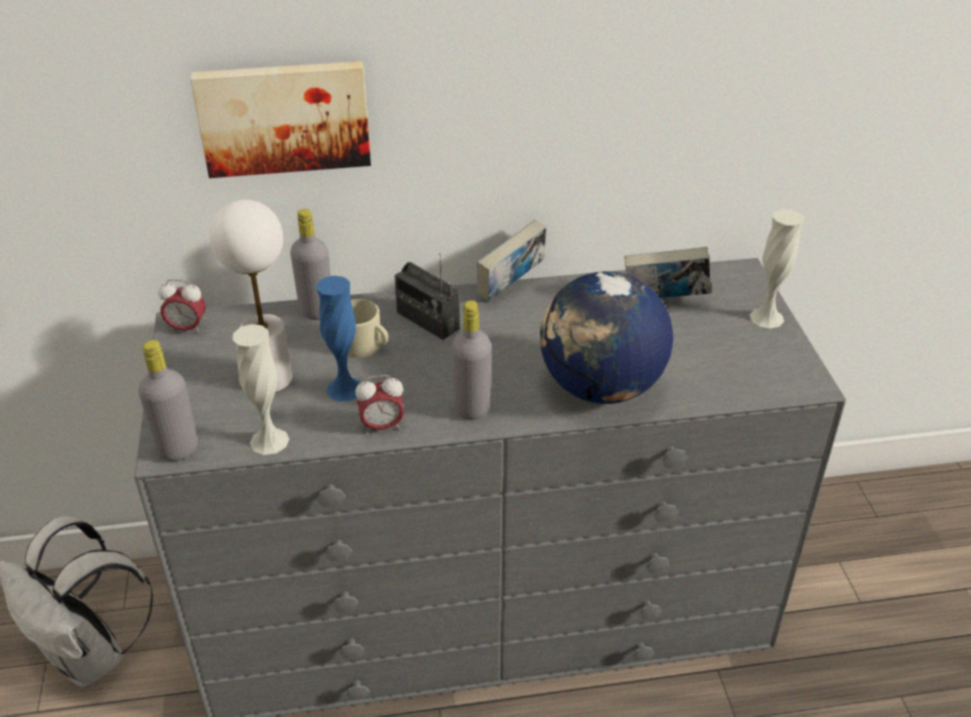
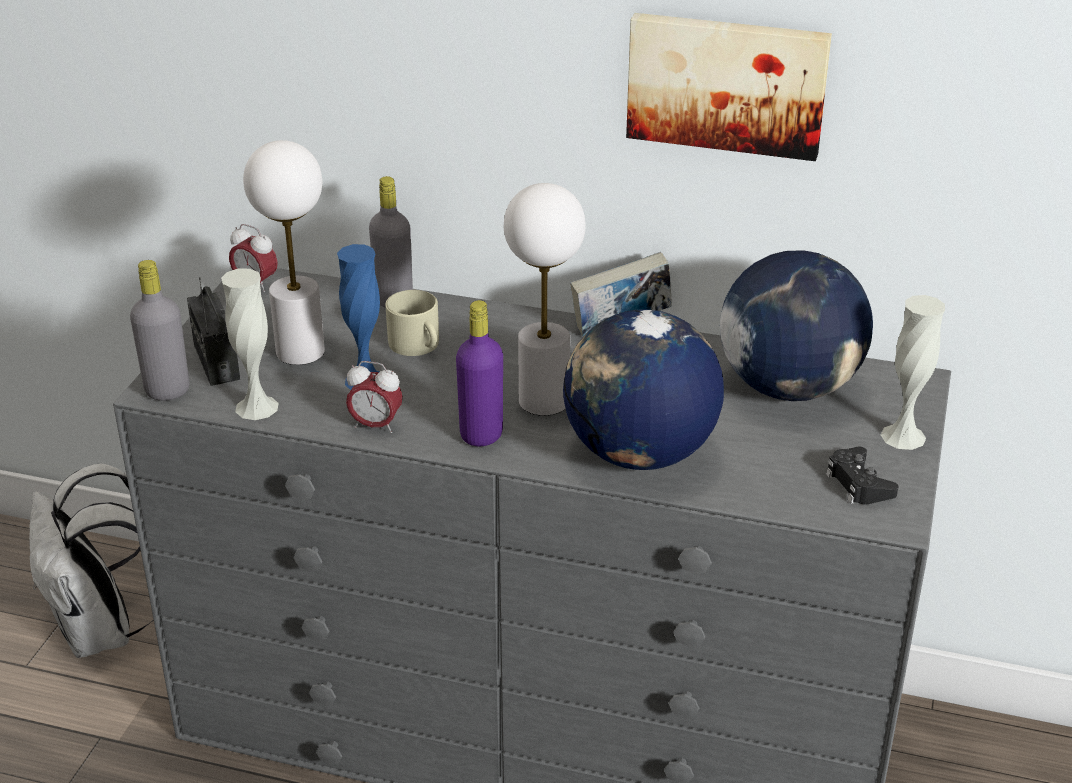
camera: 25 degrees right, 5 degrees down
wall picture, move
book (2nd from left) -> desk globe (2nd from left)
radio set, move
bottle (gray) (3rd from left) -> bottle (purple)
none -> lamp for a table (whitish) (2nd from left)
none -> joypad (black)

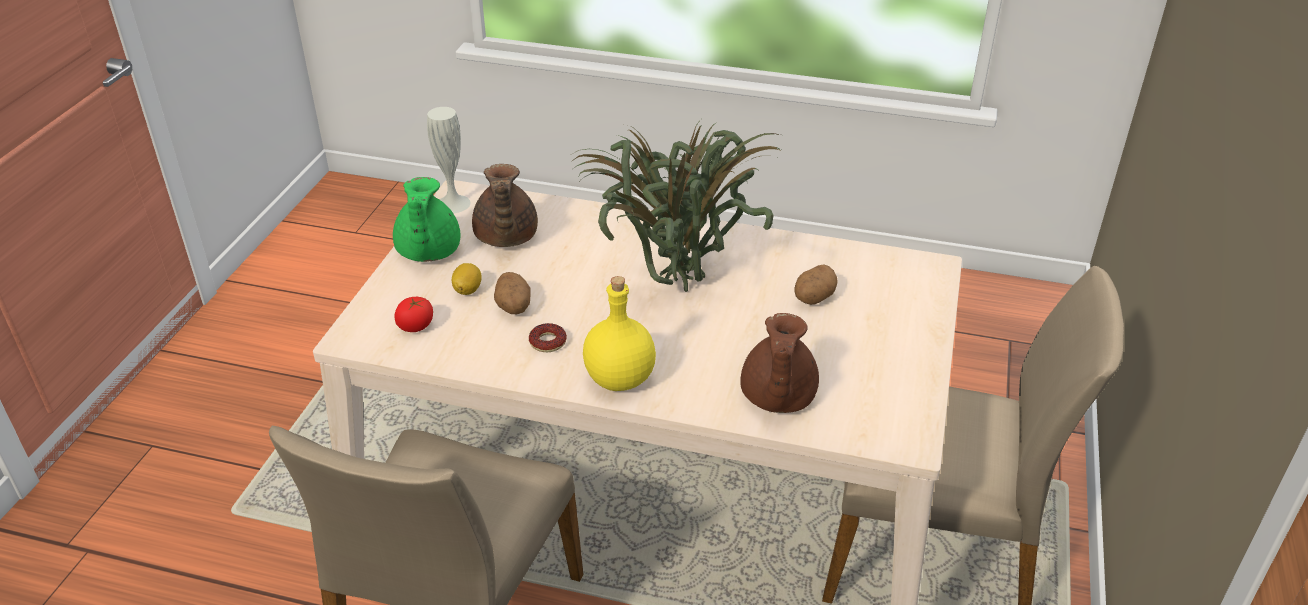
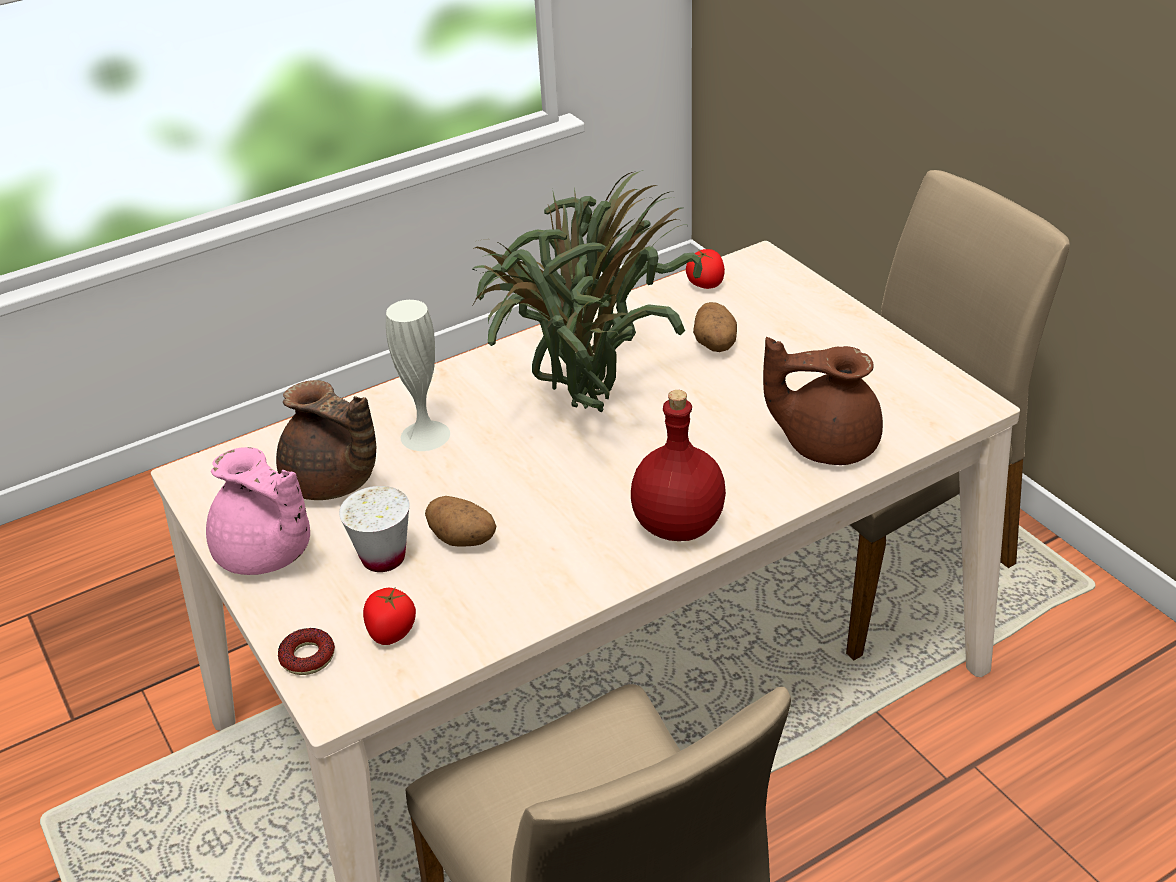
camera: 45 degrees left, 0 degrees up
vase (whitish), move
teapot (green-coloured) -> teapot (pink-coloured)
whole lemon -> drinking cup (whitish)
bottle (yellow-coloured) -> bottle (reddish)
teapot (brownish) (2nd from left), 135 degrees clockwise
doughnut, move
none -> whole tomato (2nd from left)

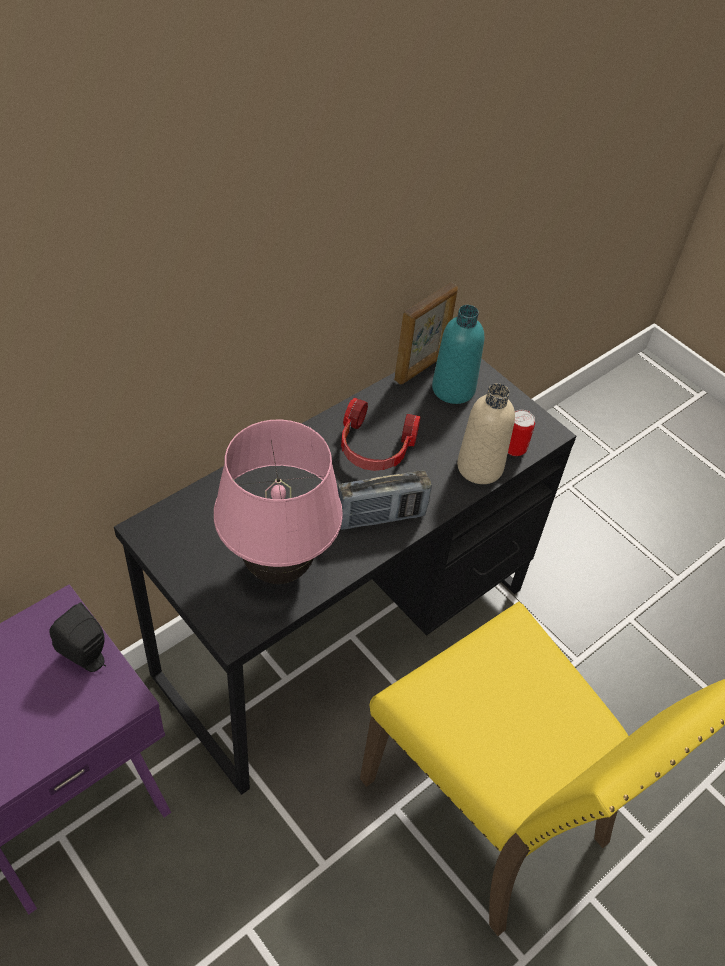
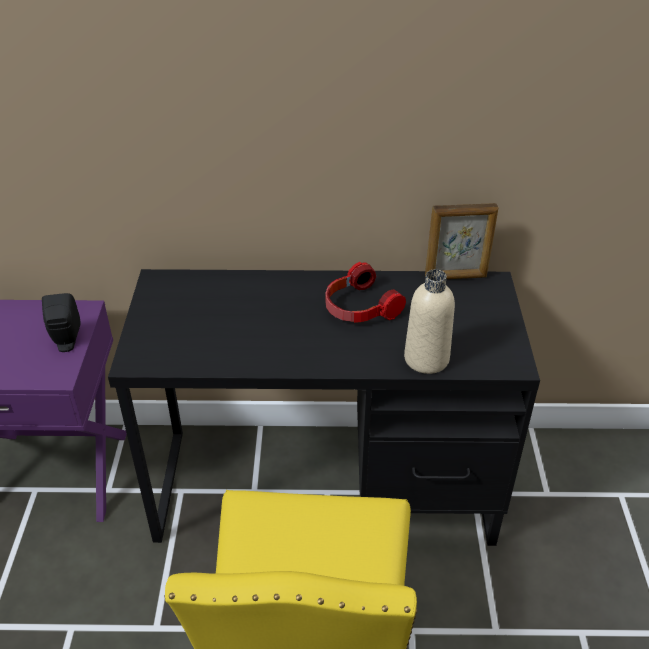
camera: 45 degrees right, 10 degrees down
bottle (blue-green) -> none
metal can -> none
lamp for a table (pink-coloured) -> none
radio set -> none

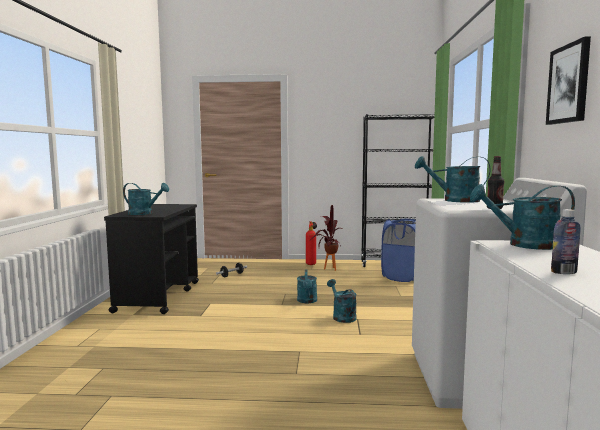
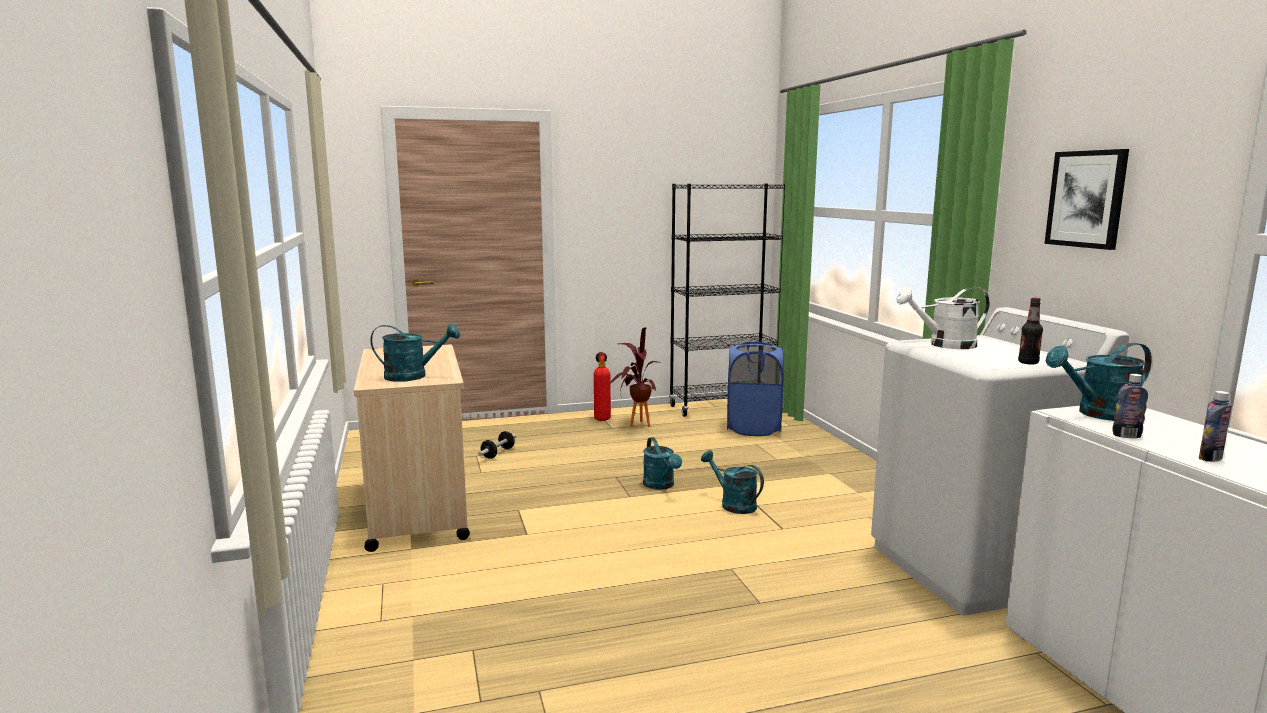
camera: 20 degrees left, 5 degrees up
sprinkling can (blue-green) (4th from left) -> sprinkling can (whitish)
cart (black) -> cart (sand-coloured)
none -> bottle (2nd from left)

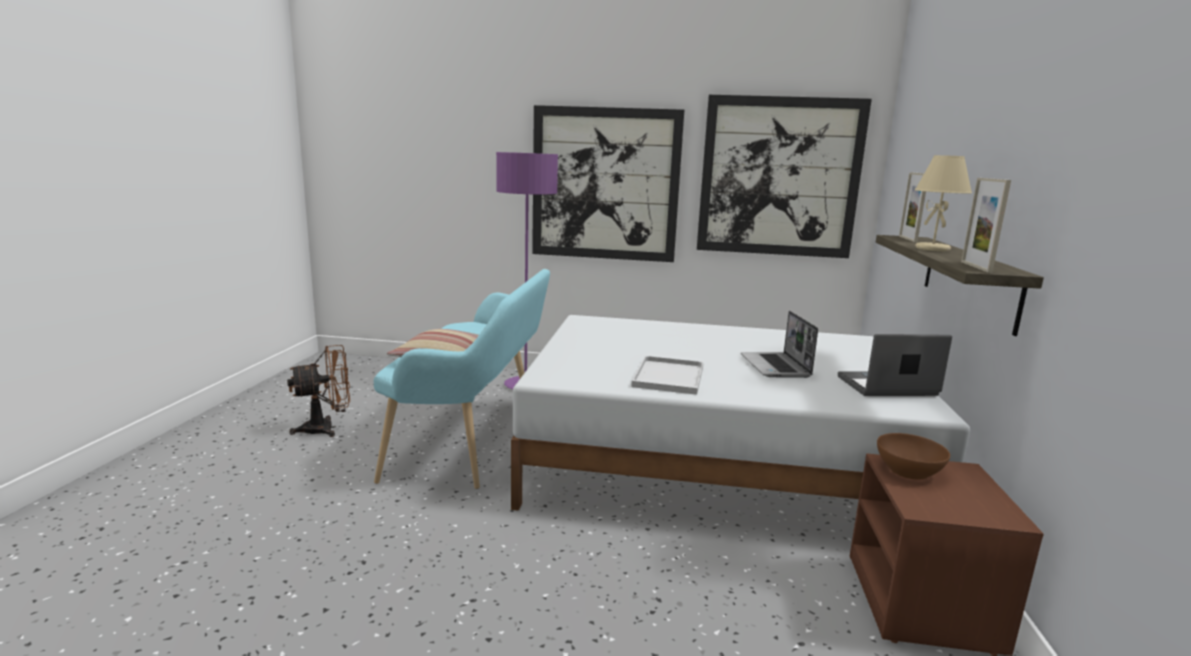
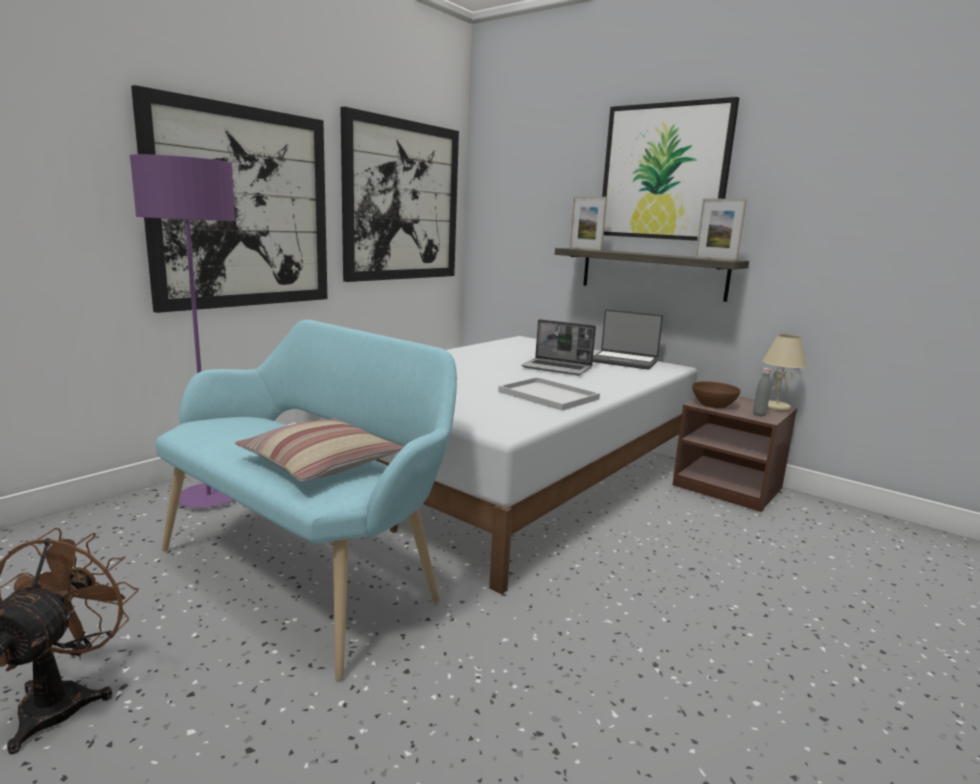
camera: 60 degrees left, 0 degrees up
lamp for a table (sand-coloured), move
notebook computer (2nd from left), 90 degrees counterclockwise
none -> wall picture (3rd from left)
none -> bottle (gray)

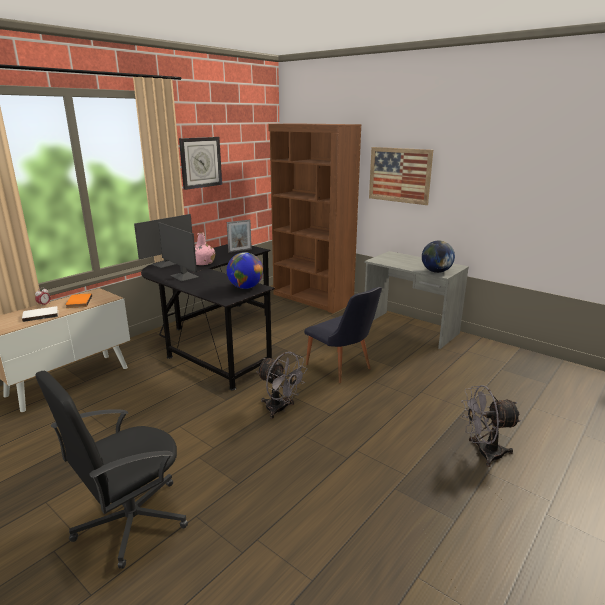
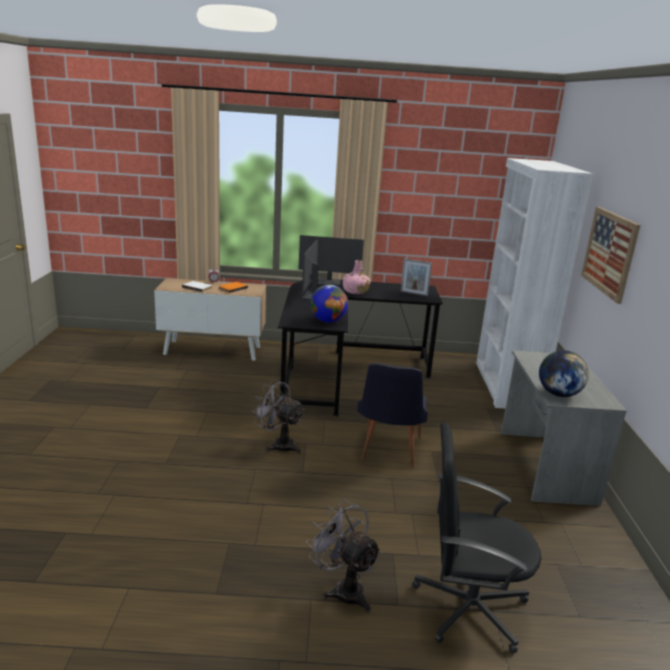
camera: 50 degrees right, 0 degrees up
bookshelf (brownish) -> bookshelf (whitish)
clock on the wall -> none
electric fan (gray) (1st from left), 120 degrees clockwise
computer chair (black), move

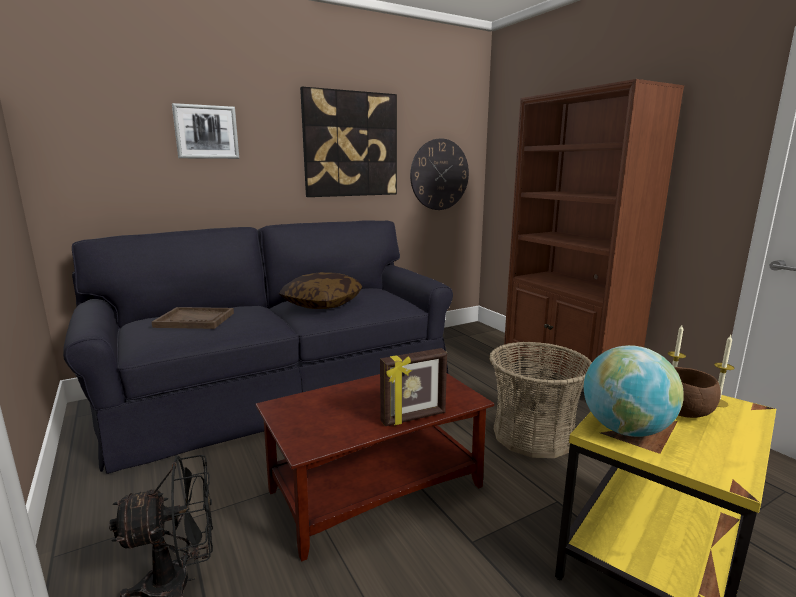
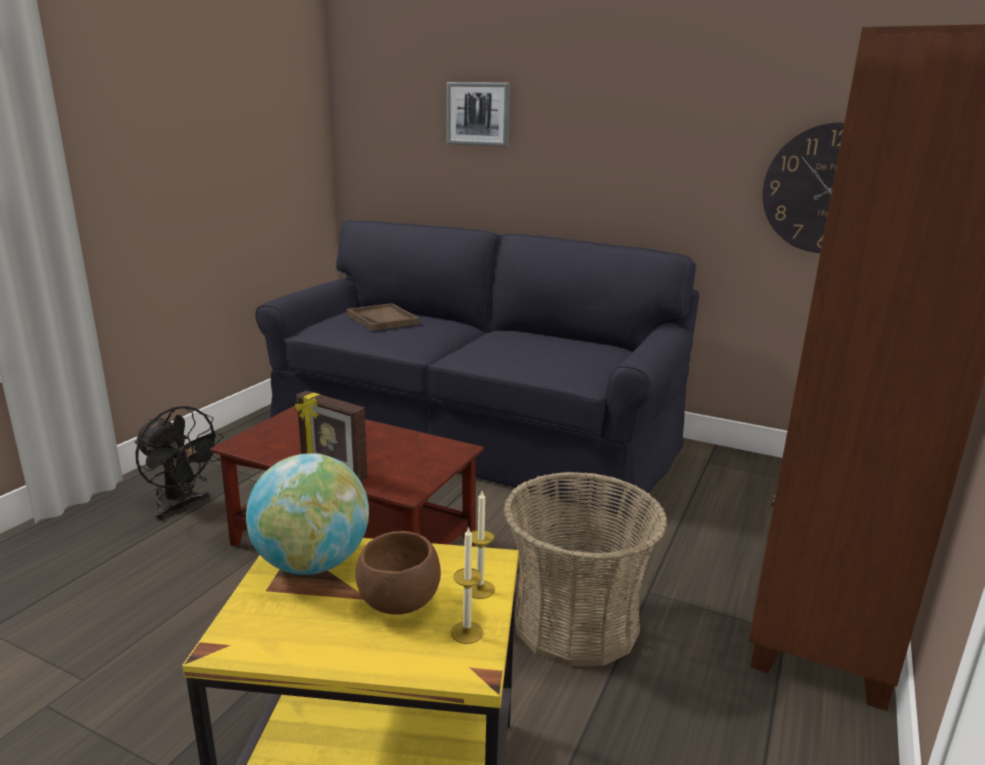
camera: 55 degrees right, 5 degrees up
wall picture (2nd from left) -> none
cushion -> none

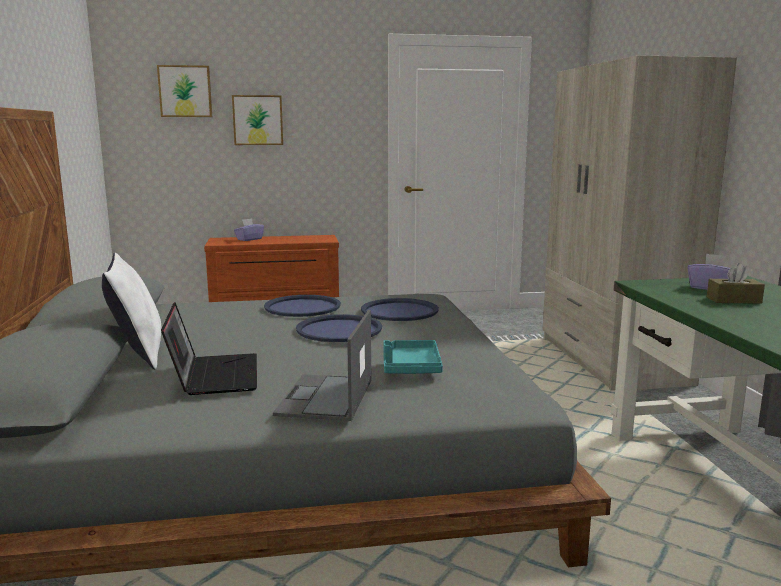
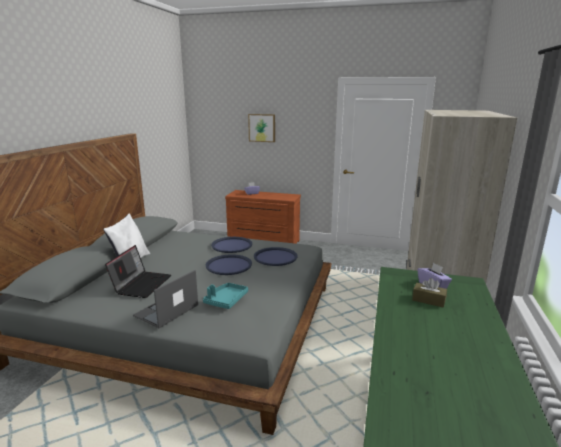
camera: 25 degrees right, 5 degrees up
wall picture (1st from left) -> none

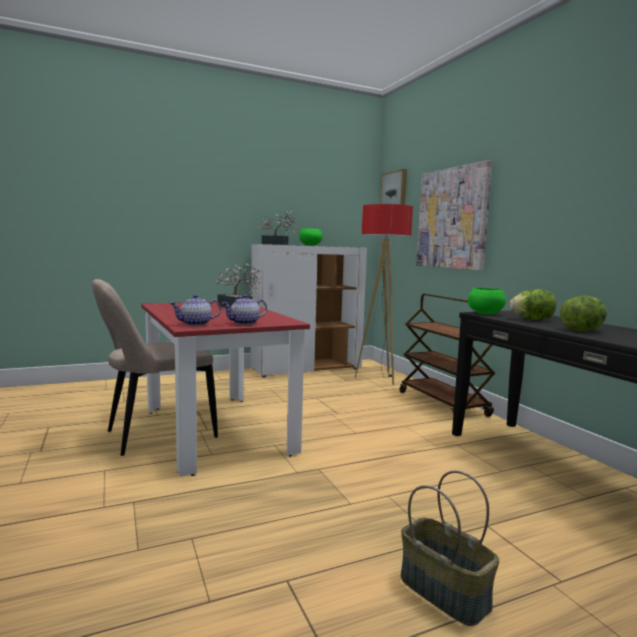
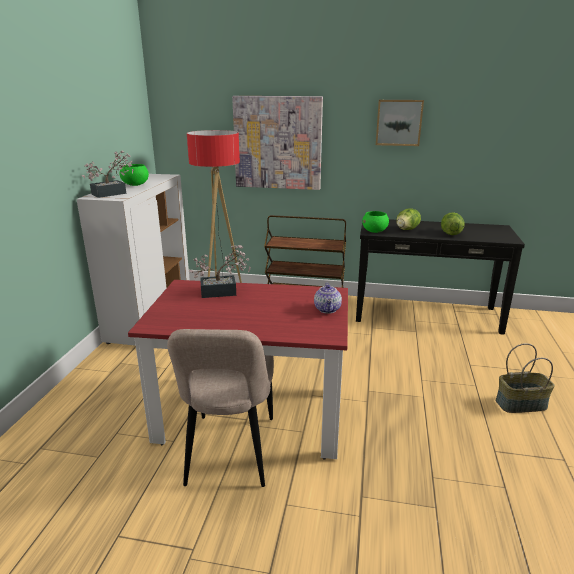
camera: 55 degrees left, 15 degrees up
wall picture (1st from left in the first image) -> wall picture (2nd from left), move
teapot (1st from left) -> none

